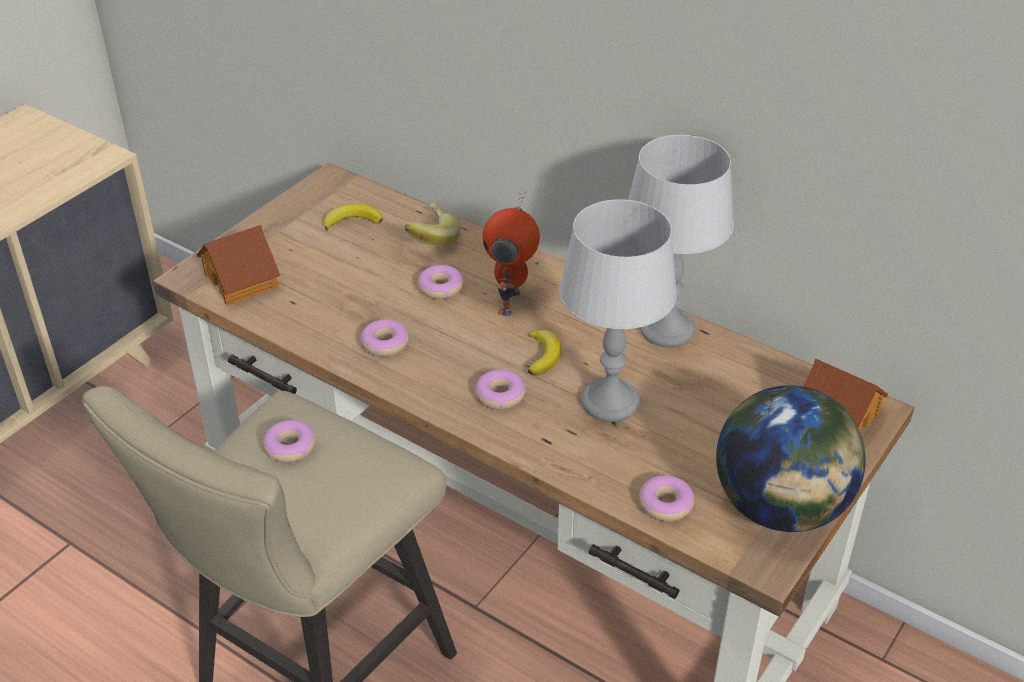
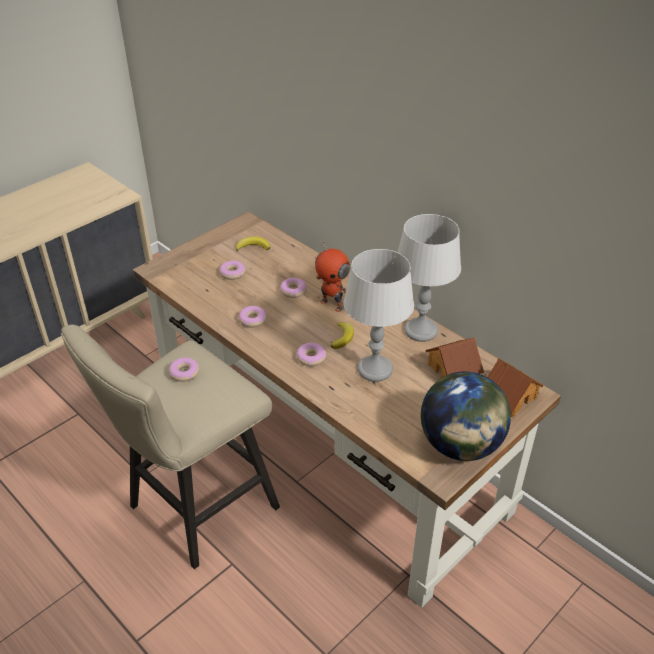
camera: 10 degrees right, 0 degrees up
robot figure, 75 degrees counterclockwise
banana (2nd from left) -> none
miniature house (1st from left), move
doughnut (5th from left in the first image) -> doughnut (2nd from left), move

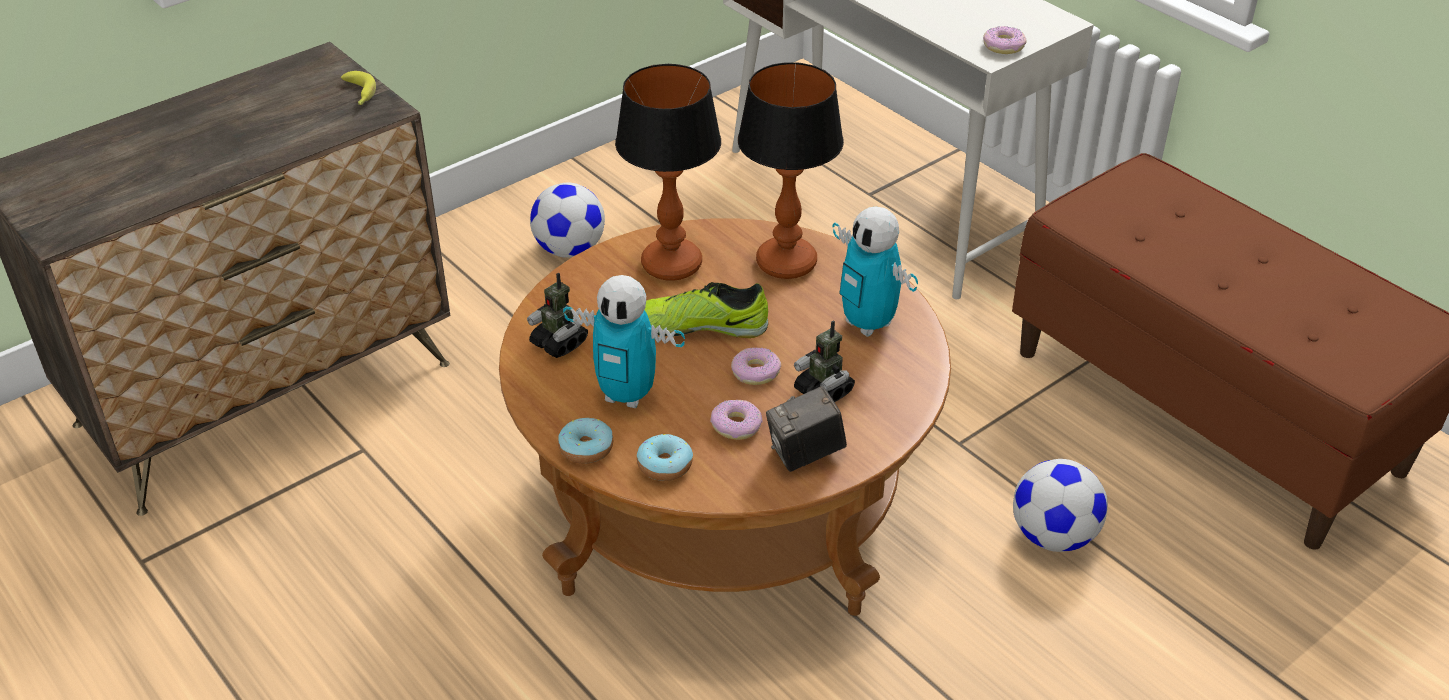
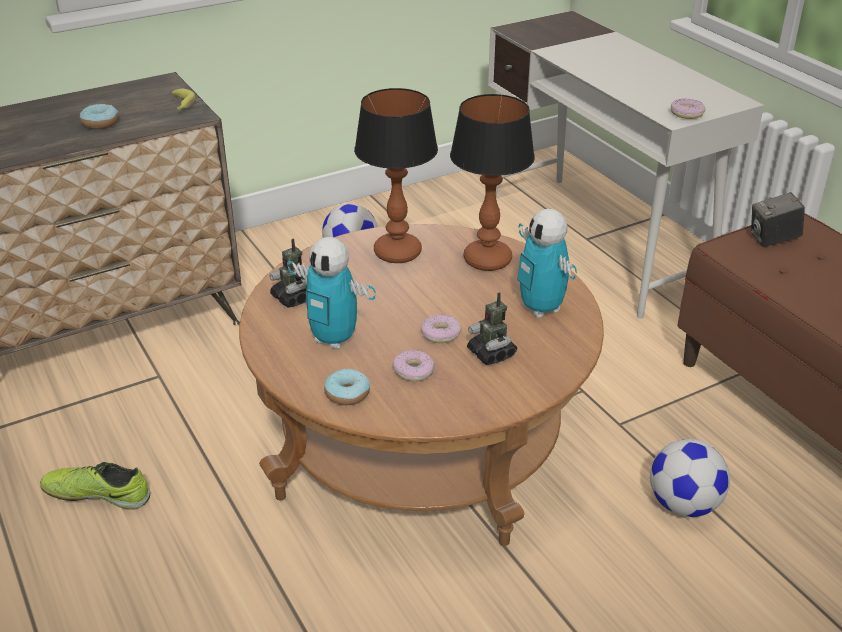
camera: 10 degrees right, 5 degrees down
item of footwear, move
photo camera, move
doughnut (1st from left), move

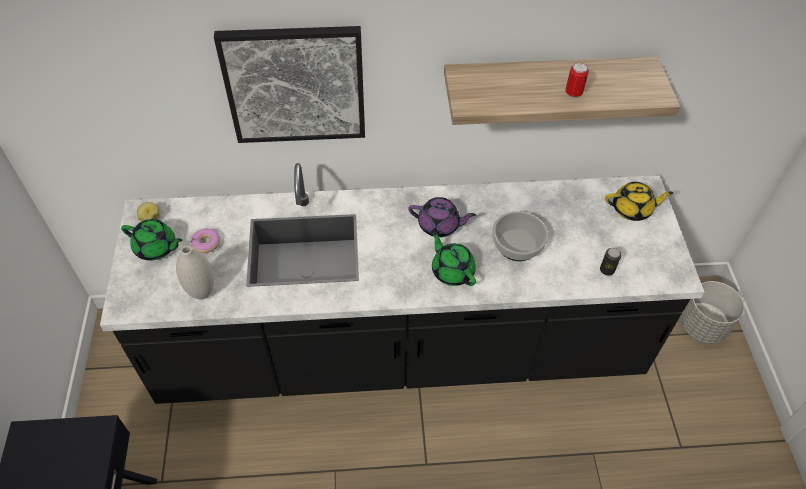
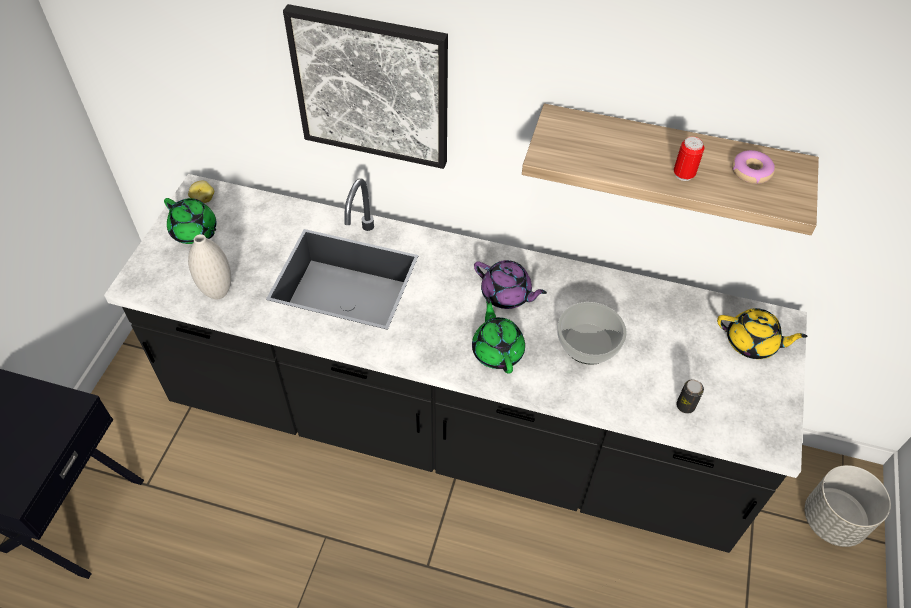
camera: 20 degrees right, 0 degrees up
doughnut, move

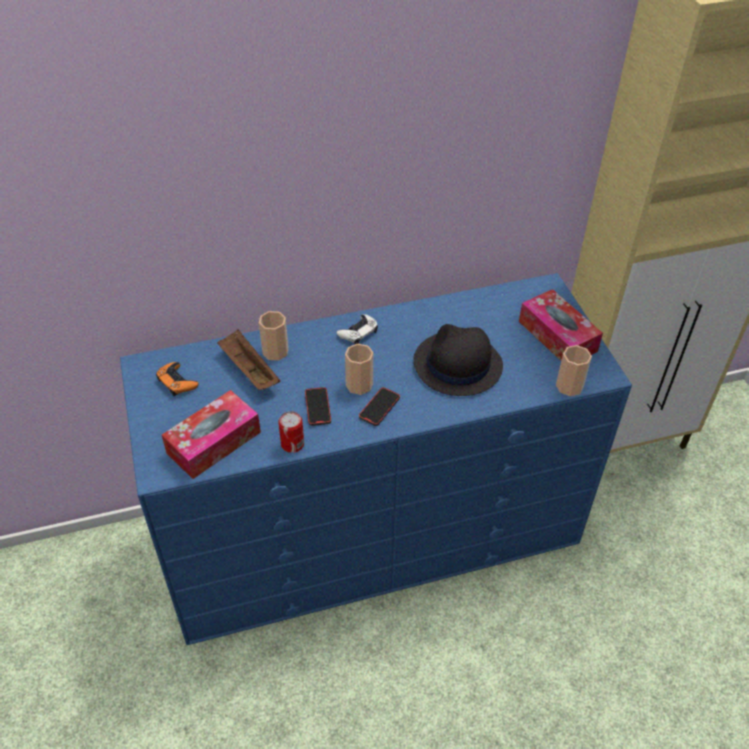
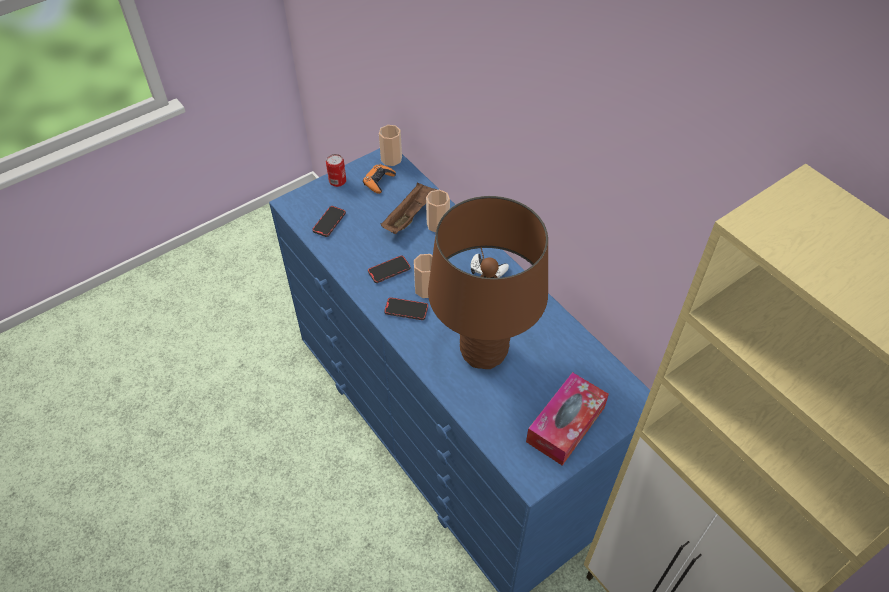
camera: 70 degrees right, 5 degrees up
hat (black) -> lamp for a table (brownish)
drinking cup (3rd from left in the first image) -> drinking cup (1st from left), move
tissue box (1st from left) -> telephone (1st from left)
metal can, move

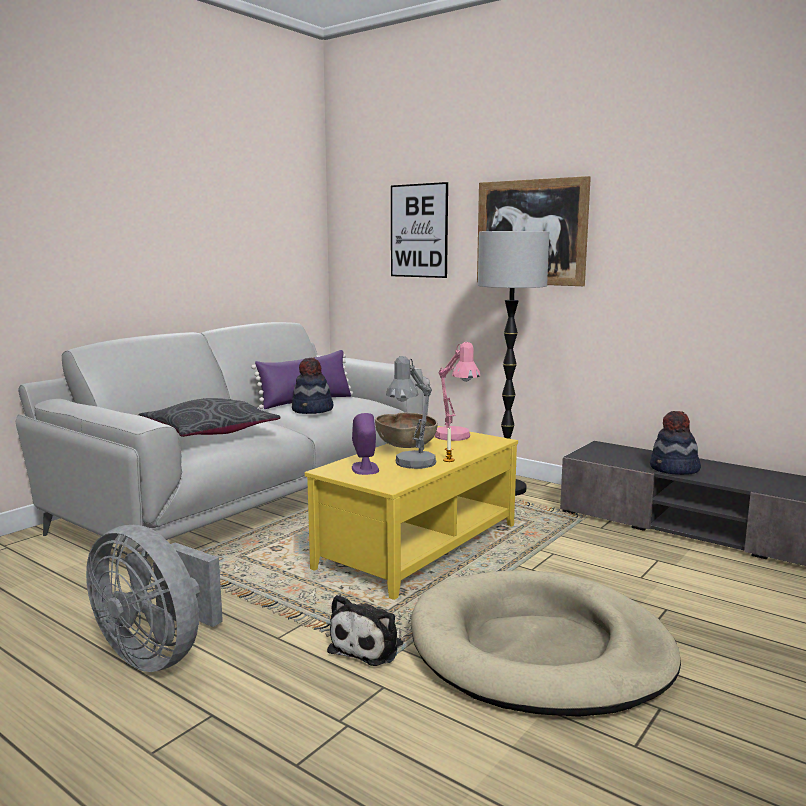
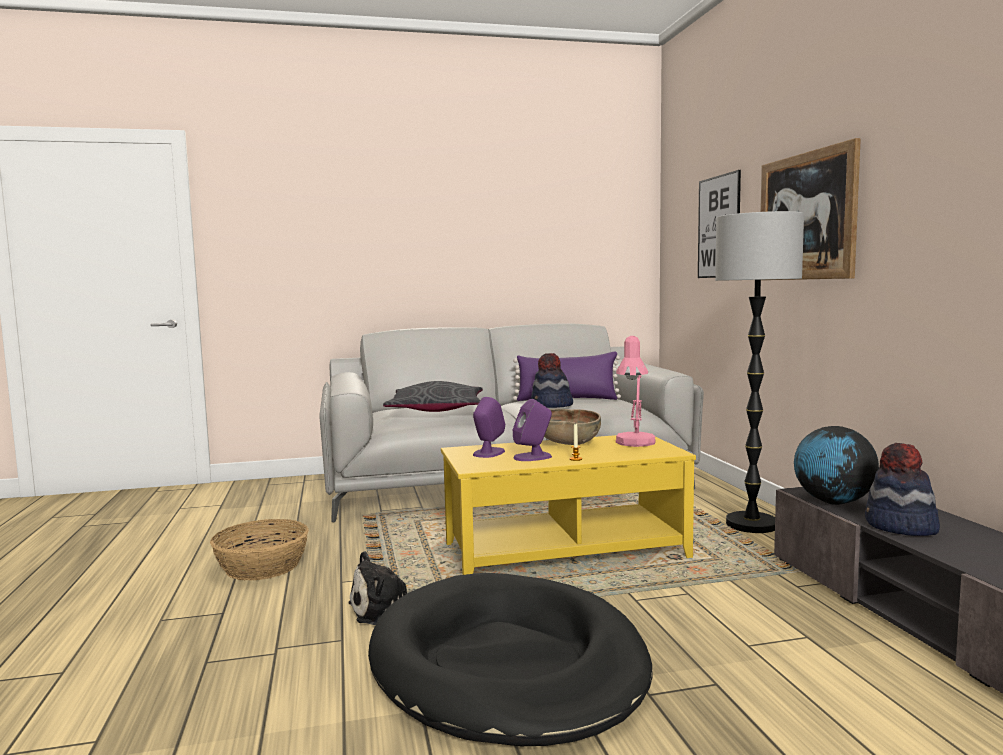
camera: 40 degrees right, 5 degrees down
lamp for a table (gray) -> speaker (purple) (2nd from left)
electric fan (gray) -> household basket
dog bed (sand-coloured) -> dog bed (black)
none -> desk globe

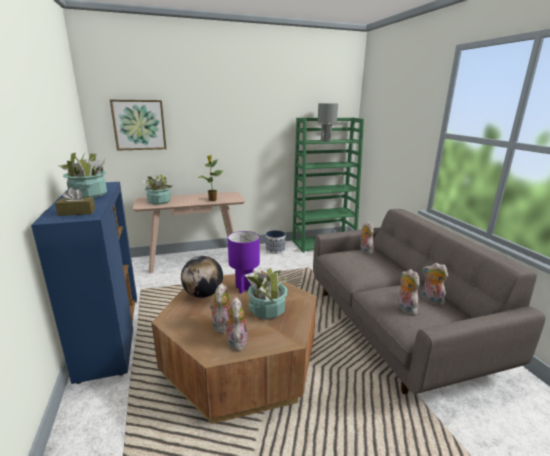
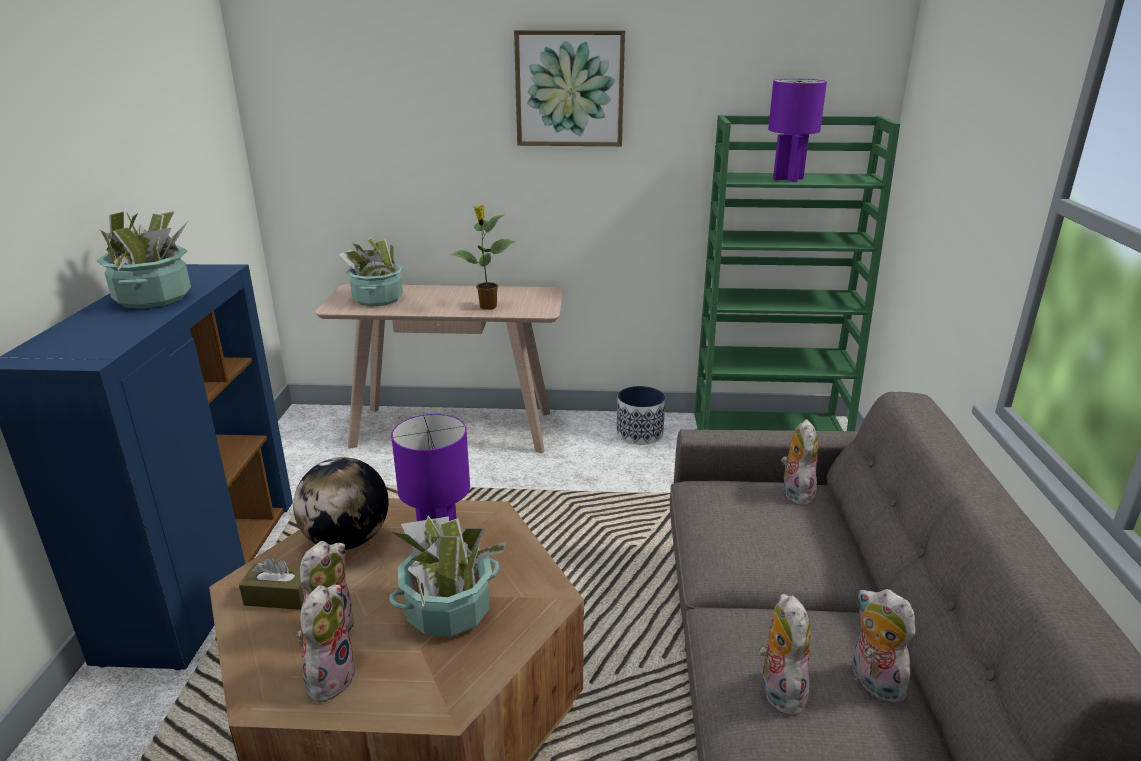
camera: 20 degrees right, 5 degrees up
wall picture, move
lamp for a table (gray) -> lamp for a table (purple) (2nd from left)
tissue box (brownish), move

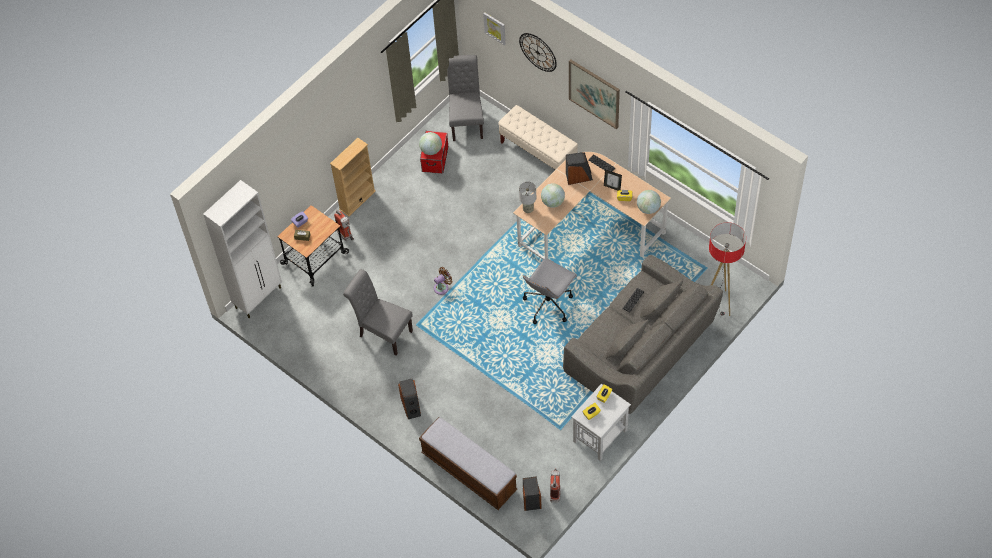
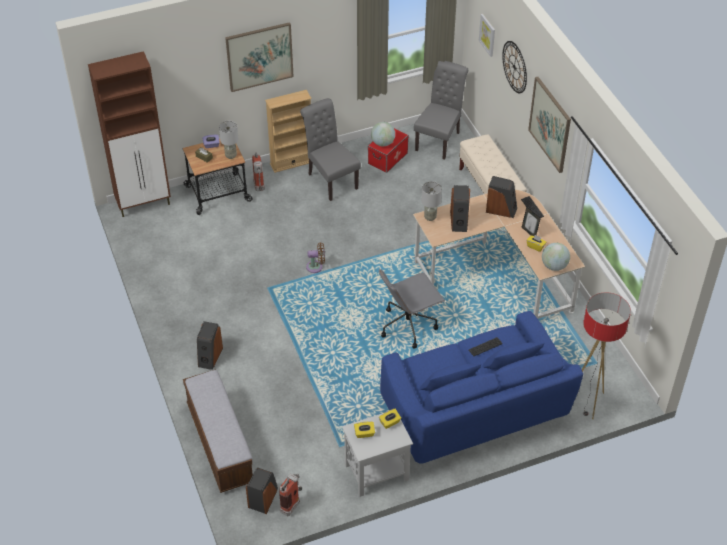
camera: 25 degrees right, 10 degrees down
storage cabinet (whitish) -> storage cabinet (brownish)
desk globe (2nd from left) -> speaker (3rd from left)
sofa (gray) -> sofa (blue)
plain chair (gray) (1st from left), move
none -> wall picture (1st from left)
none -> lamp for a table (gray) (1st from left)

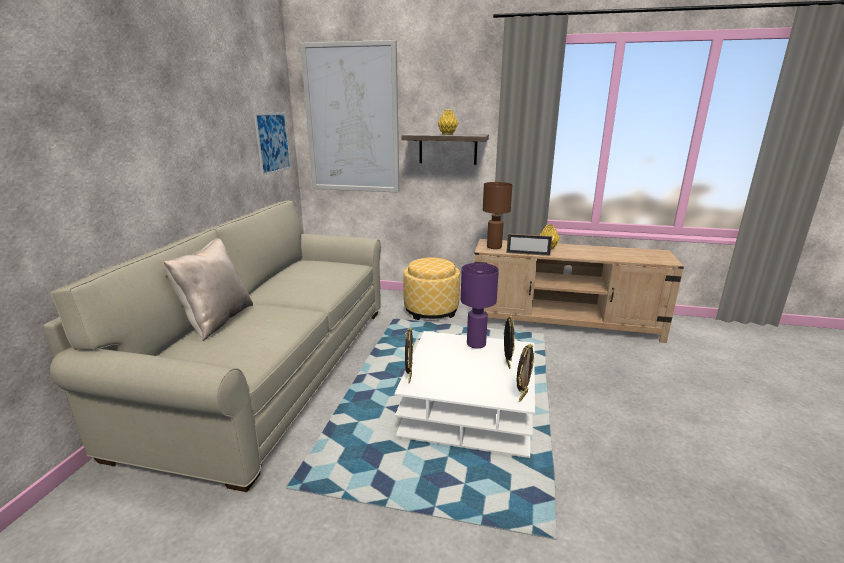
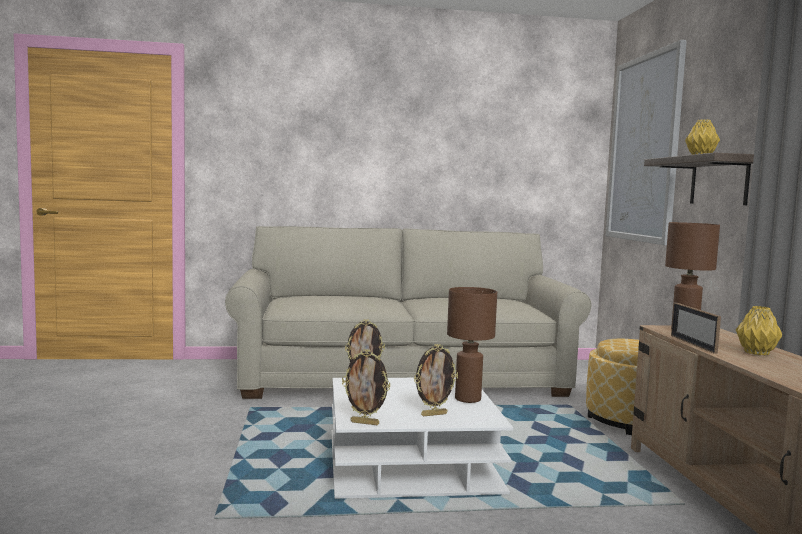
camera: 70 degrees right, 15 degrees down
wall picture (1st from left) -> none
cushion (sand-coloured) -> none
lamp for a table (purple) -> lamp for a table (brownish) (1st from left)

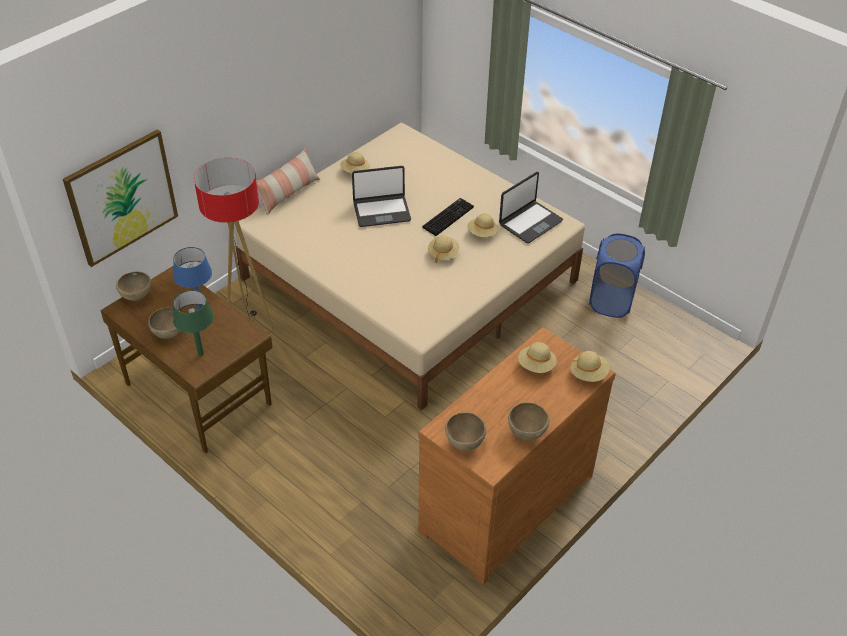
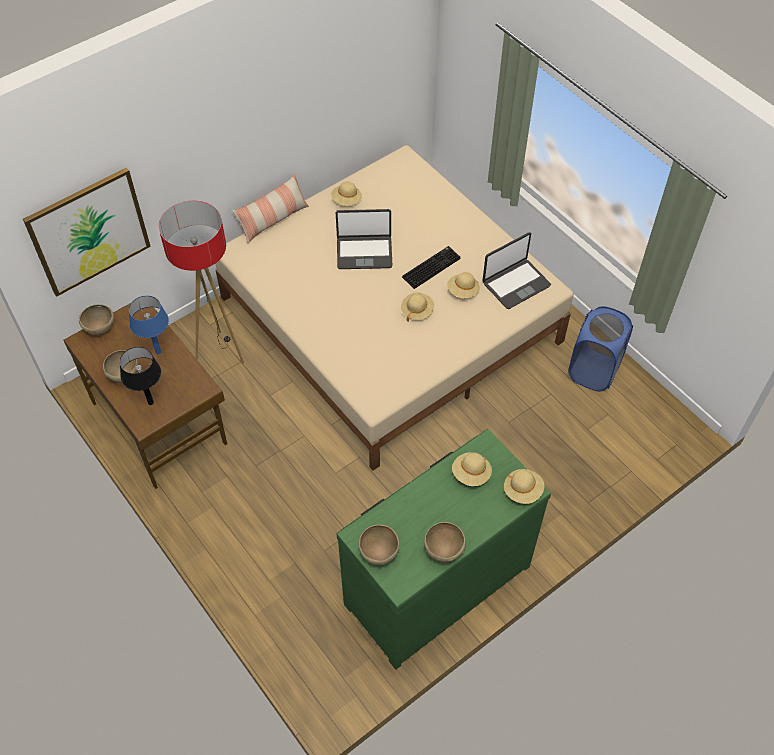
camera: 10 degrees right, 10 degrees up
lamp for a table (green-coloured) -> lamp for a table (black)
chest of drawers (brownish) -> chest of drawers (green-coloured)

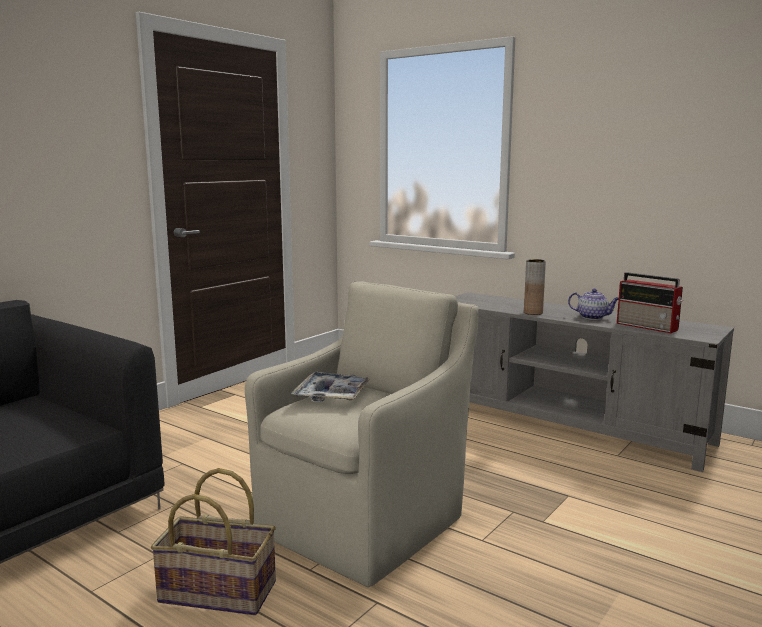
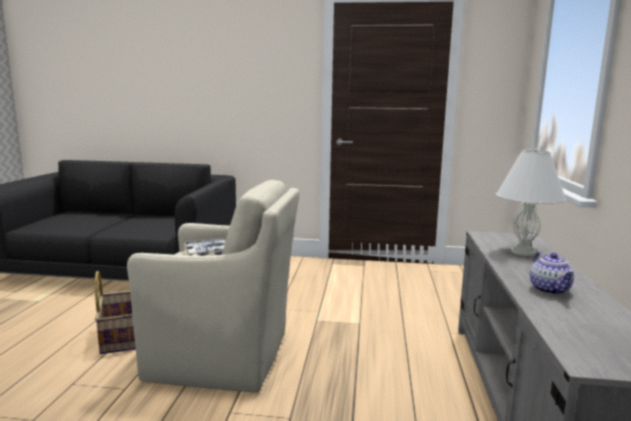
camera: 60 degrees right, 0 degrees up
vase (brownish) -> none
radio set -> none
none -> lamp for a table (whitish)

